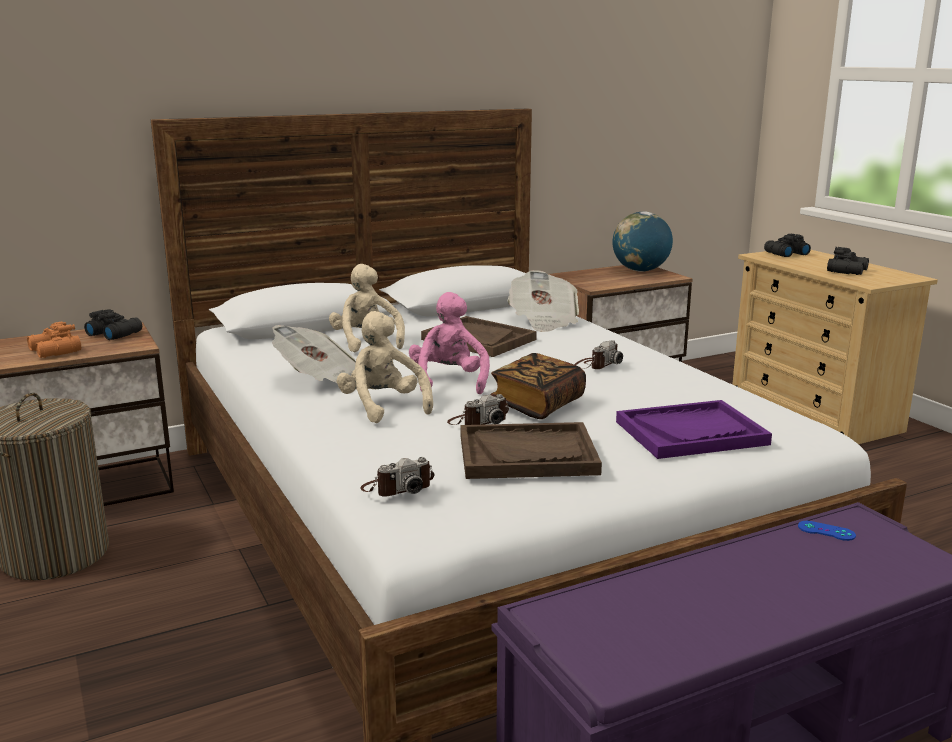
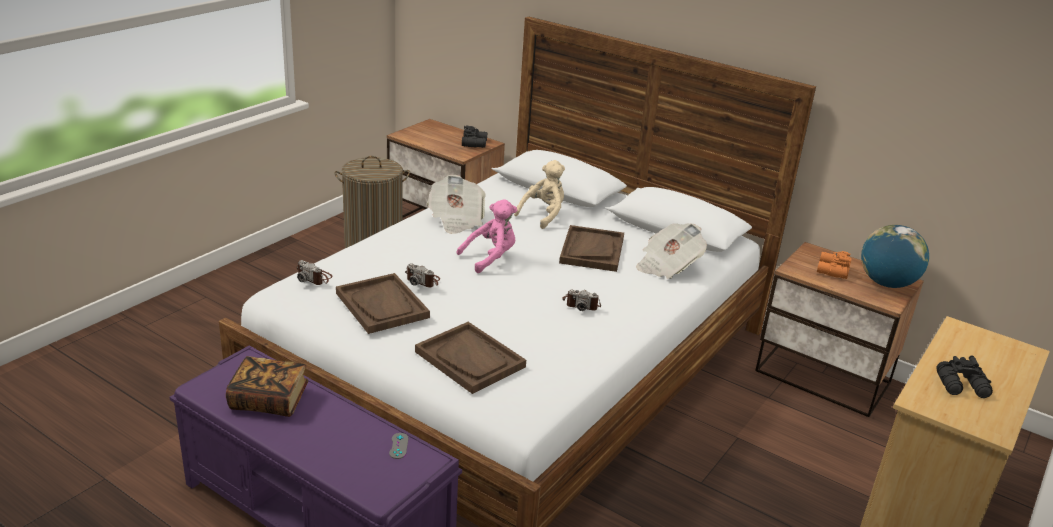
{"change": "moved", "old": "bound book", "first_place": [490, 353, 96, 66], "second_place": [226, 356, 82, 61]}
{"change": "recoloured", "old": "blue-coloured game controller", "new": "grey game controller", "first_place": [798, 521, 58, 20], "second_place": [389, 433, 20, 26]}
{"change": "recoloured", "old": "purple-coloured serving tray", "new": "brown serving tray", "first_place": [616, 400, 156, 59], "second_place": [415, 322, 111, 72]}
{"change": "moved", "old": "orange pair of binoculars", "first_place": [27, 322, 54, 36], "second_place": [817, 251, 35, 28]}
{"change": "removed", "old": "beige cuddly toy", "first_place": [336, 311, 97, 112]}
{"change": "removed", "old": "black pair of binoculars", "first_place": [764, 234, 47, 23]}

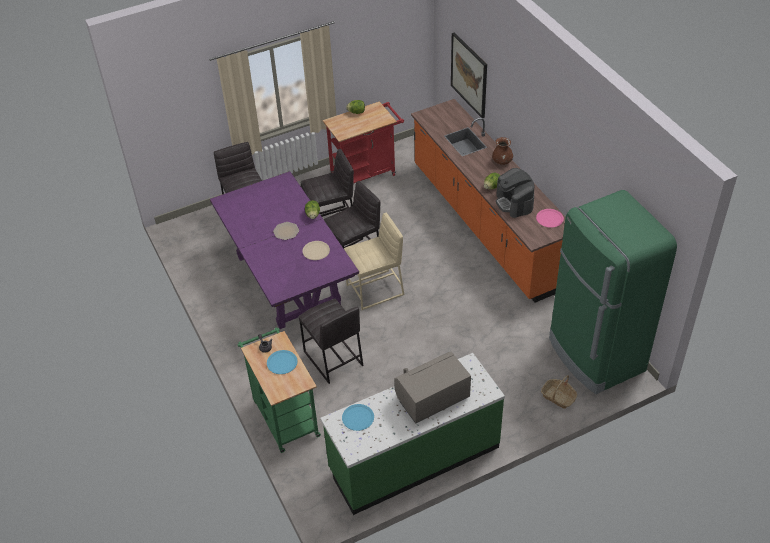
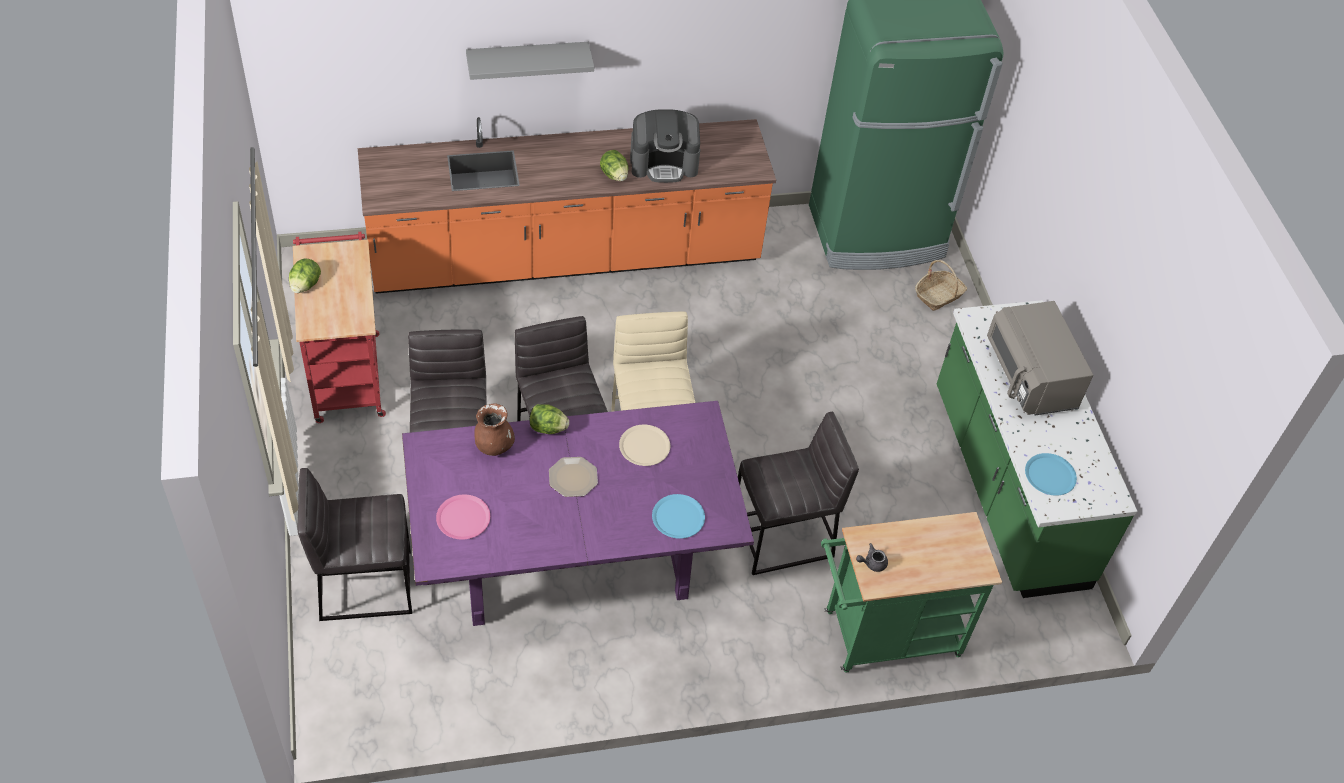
{"change": "moved", "old": "pink flat dish", "first_place": [536, 209, 28, 19], "second_place": [436, 495, 54, 45]}
{"change": "added", "new": "grey wall shelf", "second_place": [466, 42, 128, 38]}
{"change": "moved", "old": "brown vase", "first_place": [492, 137, 21, 28], "second_place": [475, 403, 40, 53]}
{"change": "moved", "old": "blue-coloured flat dish", "first_place": [267, 350, 30, 24], "second_place": [652, 494, 53, 45]}
{"change": "removed", "old": "picture", "first_place": [451, 32, 36, 86]}

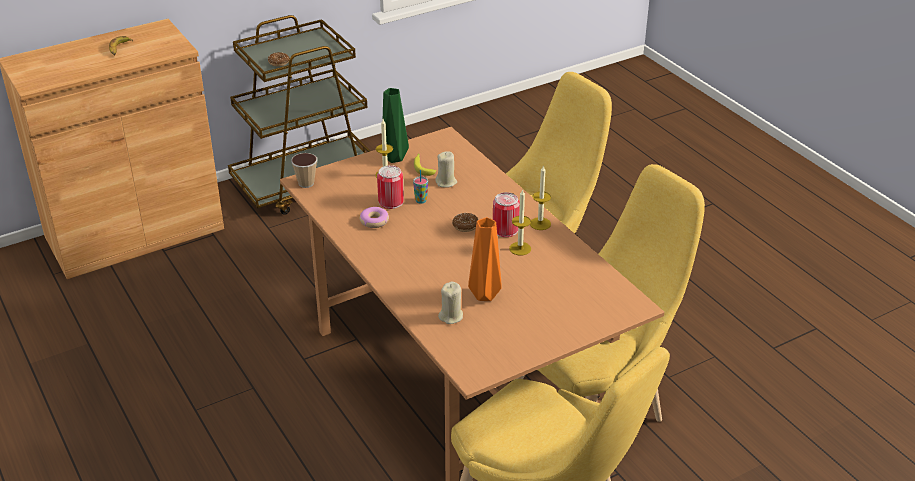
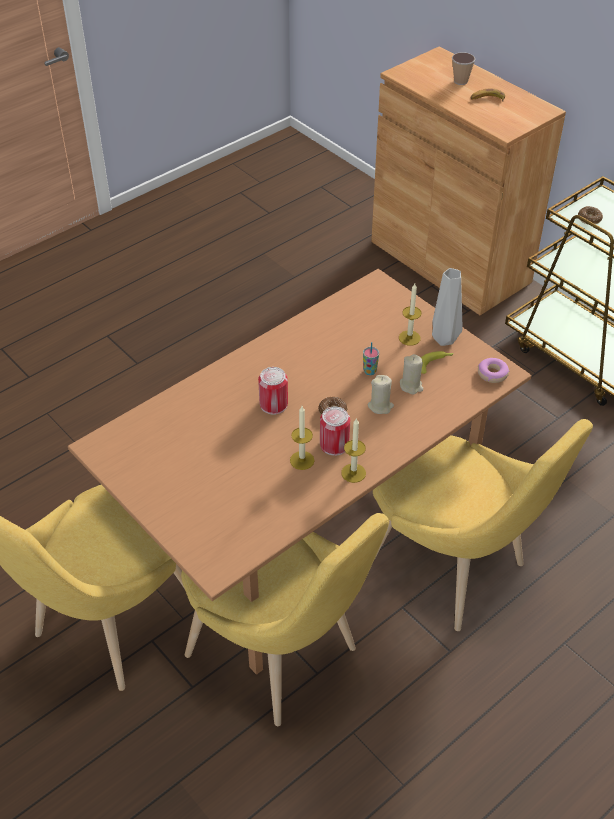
{"change": "moved", "old": "sealed can", "first_place": [377, 165, 27, 44], "second_place": [258, 367, 30, 48]}
{"change": "moved", "old": "beige wax candle", "first_place": [438, 282, 25, 42], "second_place": [368, 375, 26, 39]}
{"change": "recoloured", "old": "green-coloured vase", "new": "grey vase", "first_place": [383, 88, 26, 75], "second_place": [432, 268, 30, 78]}
{"change": "moved", "old": "small cup", "first_place": [291, 153, 26, 35], "second_place": [452, 52, 23, 33]}
{"change": "moved", "old": "donut", "first_place": [360, 207, 29, 21], "second_place": [478, 358, 32, 25]}
{"change": "removed", "old": "orange vase", "first_place": [468, 217, 34, 84]}

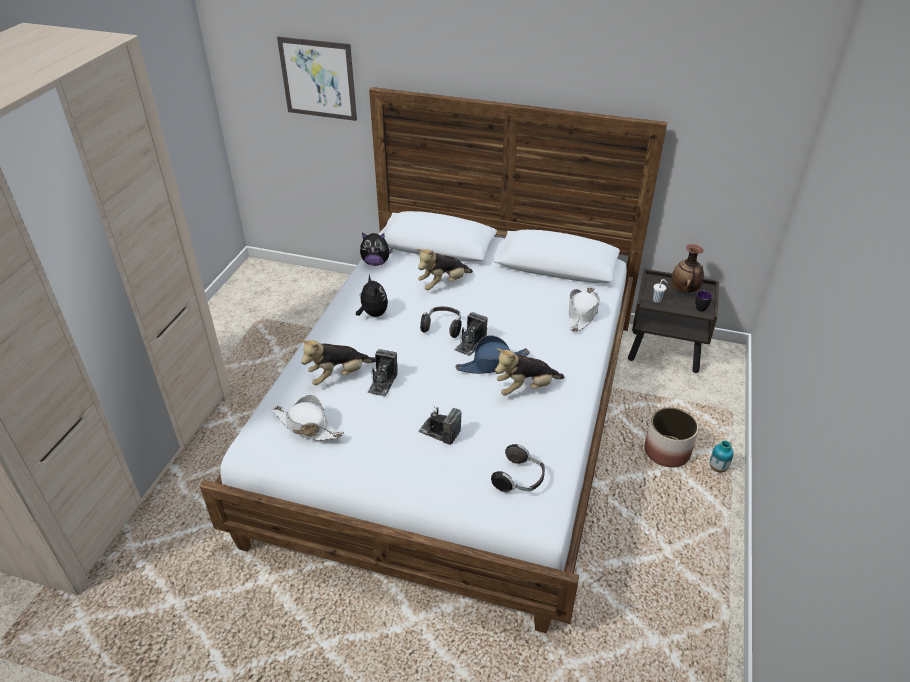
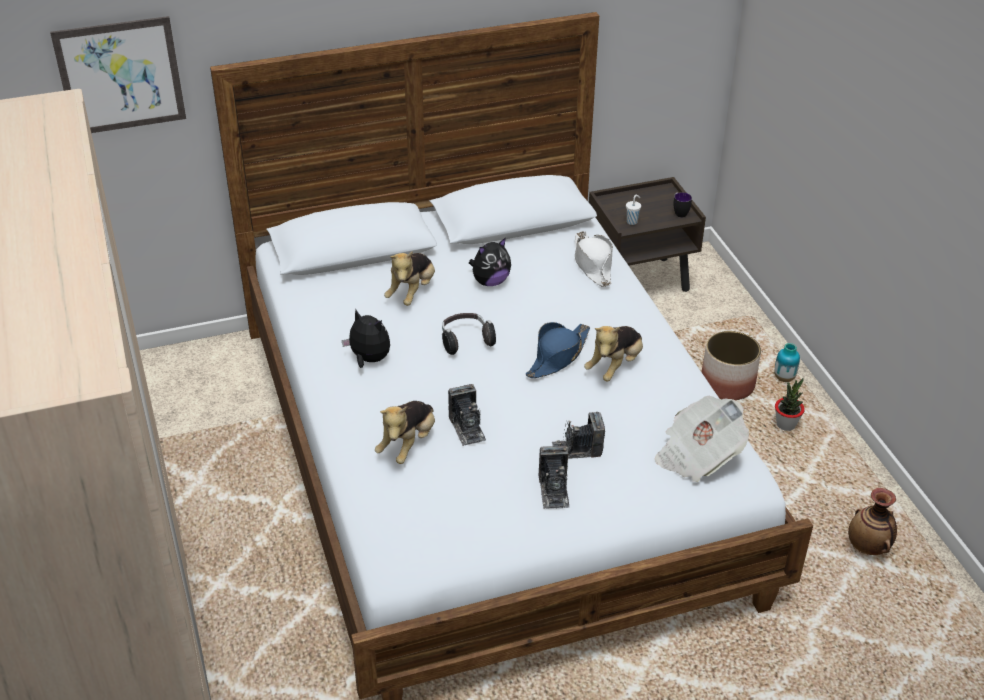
{"change": "moved", "old": "cuddly toy", "first_place": [360, 233, 33, 33], "second_place": [469, 238, 42, 48]}
{"change": "moved", "old": "photo camera", "first_place": [455, 312, 33, 44], "second_place": [539, 446, 31, 63]}
{"change": "replaced", "old": "headset", "new": "newspaper", "first_place": [491, 444, 54, 49], "second_place": [655, 395, 94, 87]}
{"change": "added", "new": "potted plant", "second_place": [775, 378, 30, 53]}
{"change": "moved", "old": "vase", "first_place": [671, 244, 33, 49], "second_place": [848, 488, 49, 67]}
{"change": "removed", "old": "white-coloured wearable hat", "first_place": [272, 395, 72, 46]}

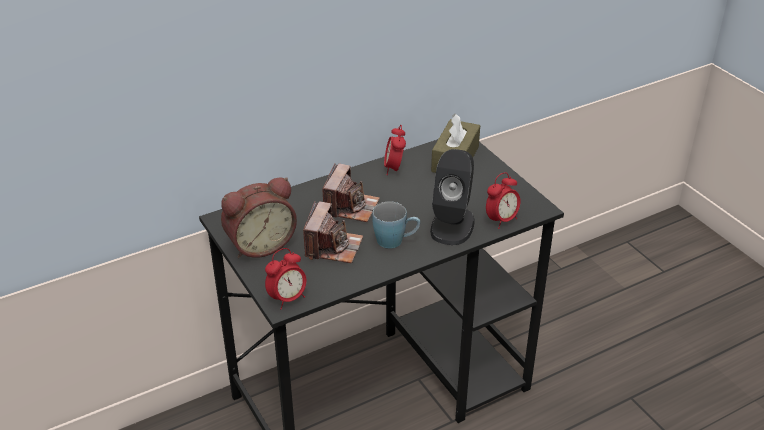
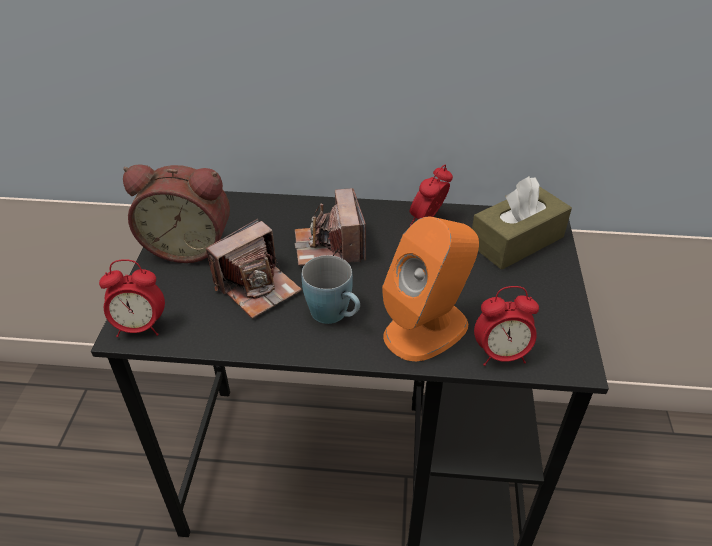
{"change": "turned", "old": "photo camera", "first_place": [323, 164, 57, 58], "second_place": [295, 188, 71, 78], "degrees": 120}
{"change": "recoloured", "old": "black audio speaker", "new": "orange audio speaker", "first_place": [430, 149, 45, 96], "second_place": [382, 217, 97, 145]}

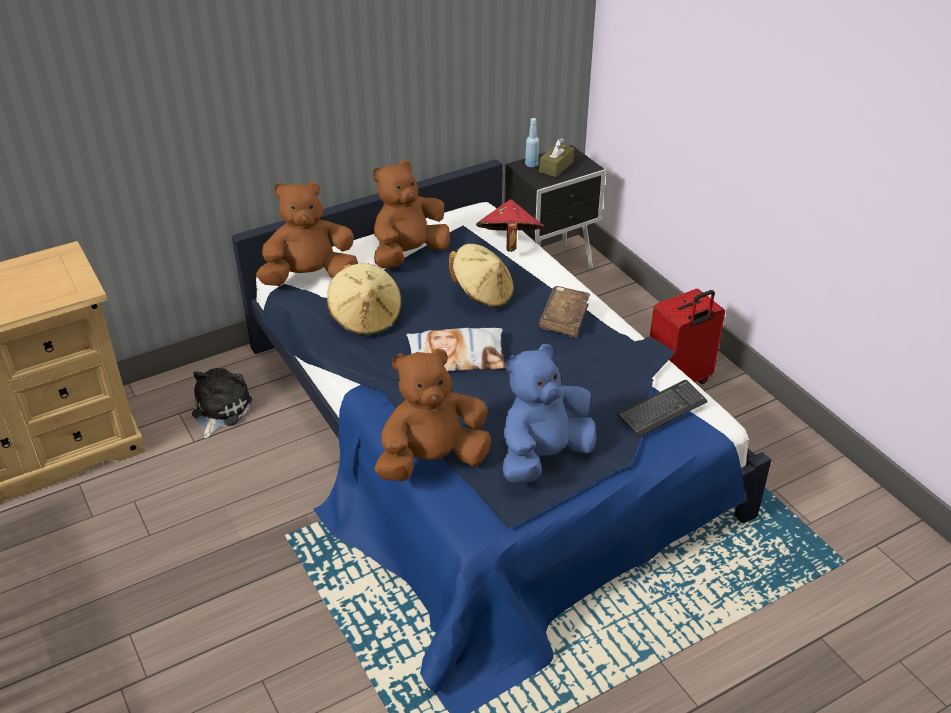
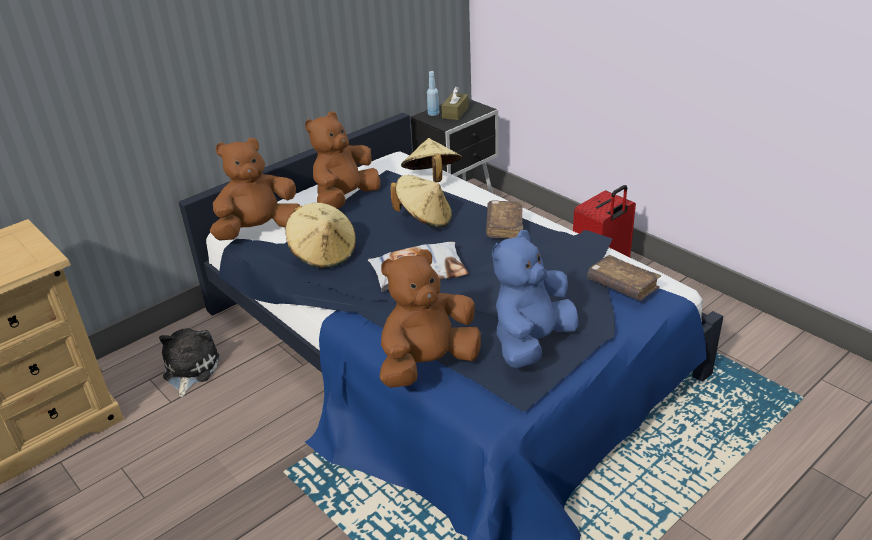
{"change": "recoloured", "old": "red wearable hat", "new": "beige wearable hat", "first_place": [476, 199, 69, 53], "second_place": [401, 138, 61, 44]}
{"change": "replaced", "old": "computer keyboard", "new": "brown bound book", "first_place": [617, 380, 91, 57], "second_place": [587, 255, 74, 46]}

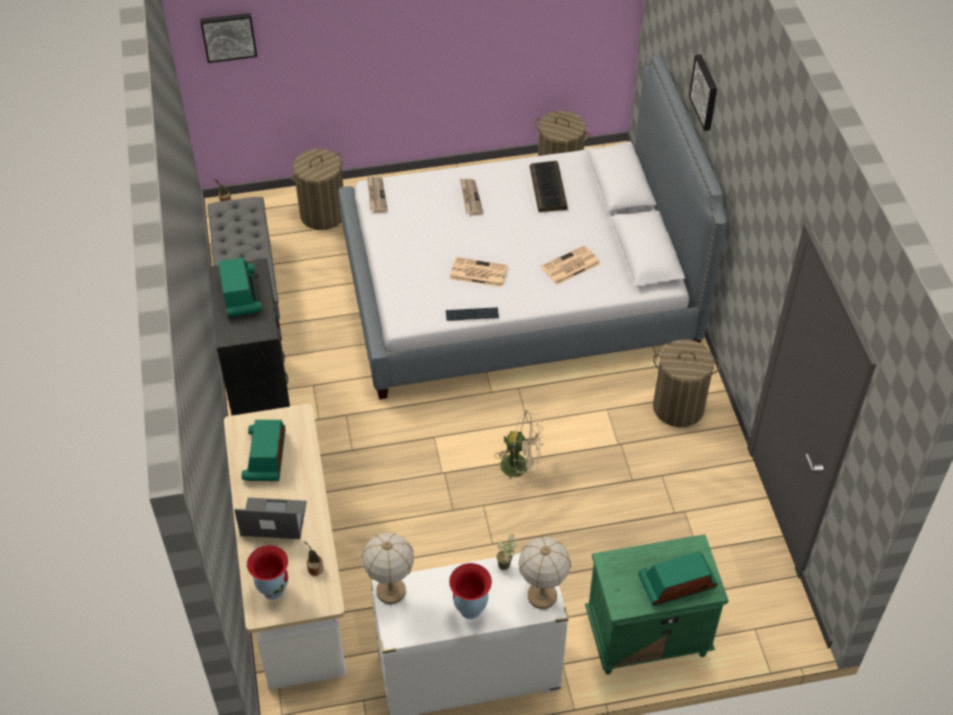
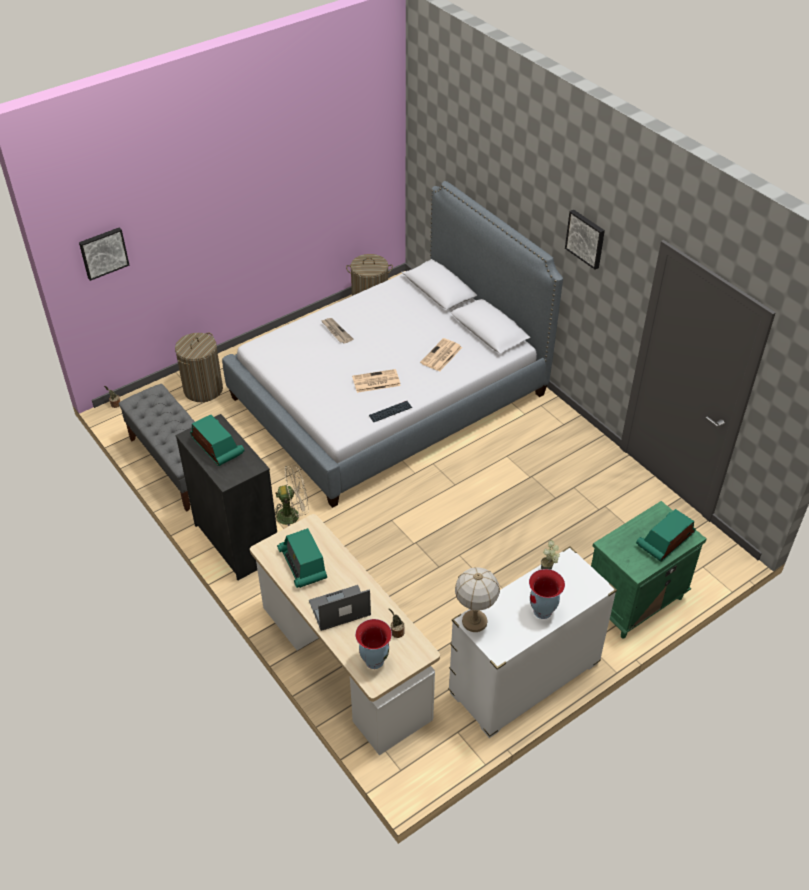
{"change": "moved", "old": "beige fan", "first_place": [494, 411, 50, 76], "second_place": [274, 465, 35, 61]}
{"change": "moved", "old": "picture", "first_place": [689, 54, 28, 77], "second_place": [565, 210, 40, 60]}
{"change": "removed", "old": "newspaper", "first_place": [367, 176, 21, 37]}
{"change": "removed", "old": "table lamp", "first_place": [519, 537, 52, 72]}
{"change": "removed", "old": "computer keyboard", "first_place": [530, 161, 38, 51]}
{"change": "removed", "old": "washing basket", "first_place": [653, 339, 68, 88]}

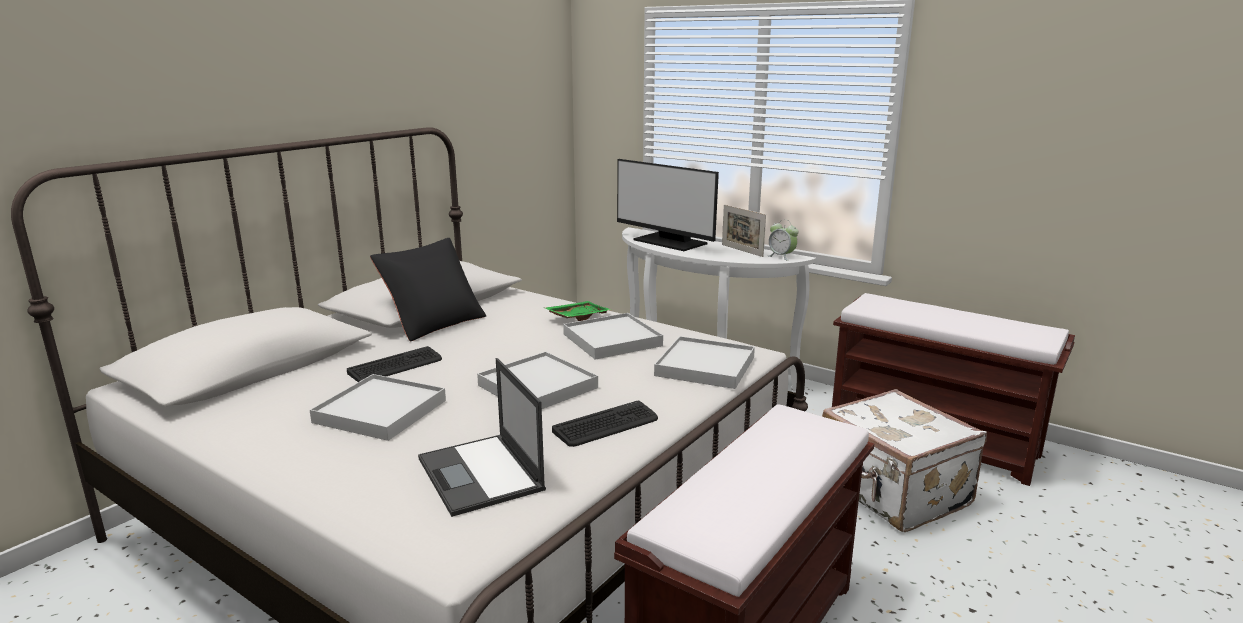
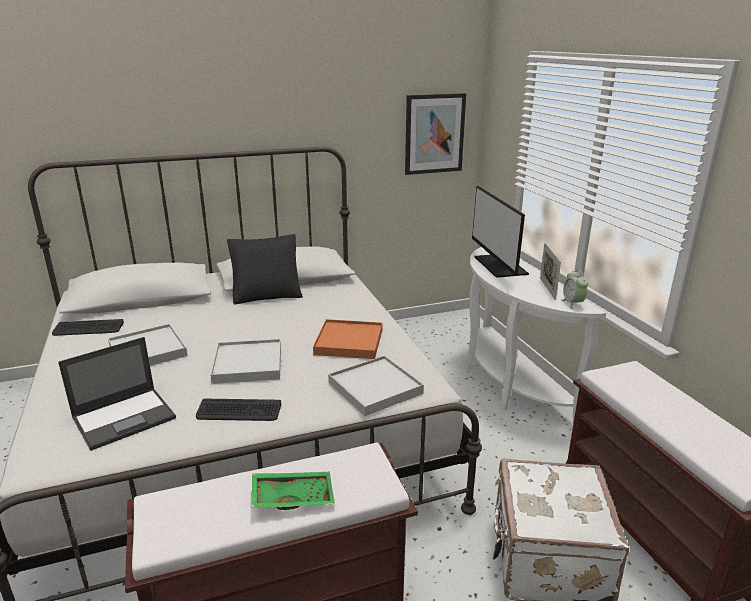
{"change": "moved", "old": "computer keyboard", "first_place": [347, 346, 95, 36], "second_place": [52, 319, 72, 17]}
{"change": "turned", "old": "notebook computer", "first_place": [418, 358, 128, 159], "second_place": [58, 337, 118, 114], "degrees": -135}
{"change": "moved", "old": "green-coloured serving tray", "first_place": [545, 301, 66, 20], "second_place": [252, 472, 83, 38]}
{"change": "recoloured", "old": "white-coloured serving tray", "new": "orange serving tray", "first_place": [563, 313, 100, 47], "second_place": [313, 319, 70, 40]}
{"change": "added", "new": "picture", "second_place": [405, 93, 61, 82]}

